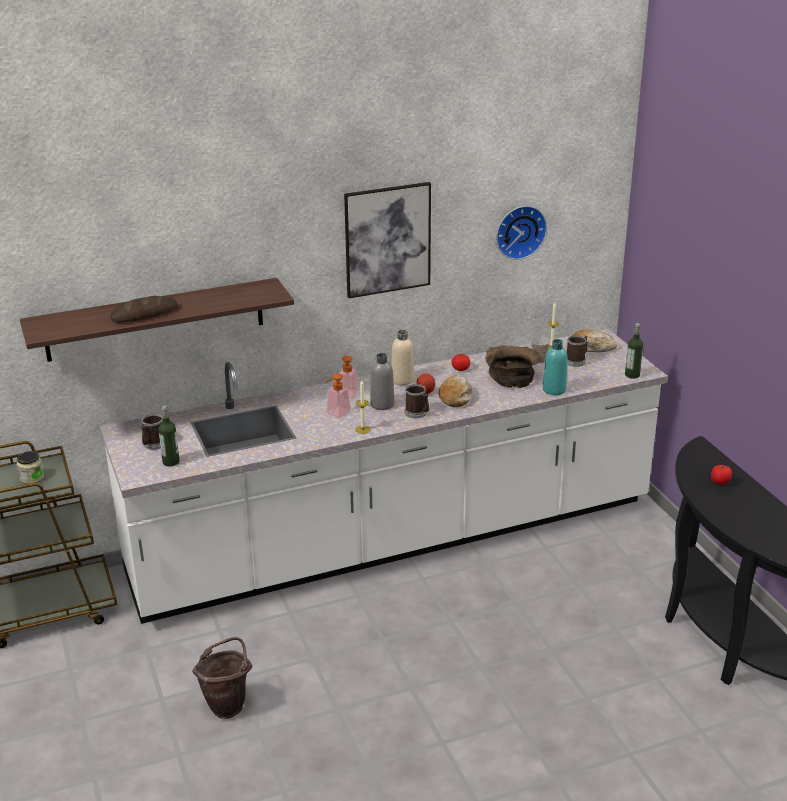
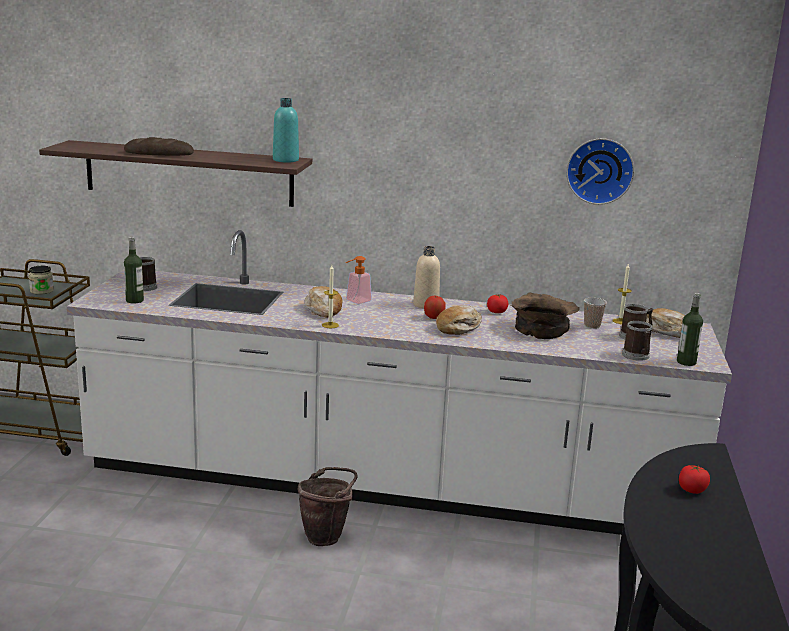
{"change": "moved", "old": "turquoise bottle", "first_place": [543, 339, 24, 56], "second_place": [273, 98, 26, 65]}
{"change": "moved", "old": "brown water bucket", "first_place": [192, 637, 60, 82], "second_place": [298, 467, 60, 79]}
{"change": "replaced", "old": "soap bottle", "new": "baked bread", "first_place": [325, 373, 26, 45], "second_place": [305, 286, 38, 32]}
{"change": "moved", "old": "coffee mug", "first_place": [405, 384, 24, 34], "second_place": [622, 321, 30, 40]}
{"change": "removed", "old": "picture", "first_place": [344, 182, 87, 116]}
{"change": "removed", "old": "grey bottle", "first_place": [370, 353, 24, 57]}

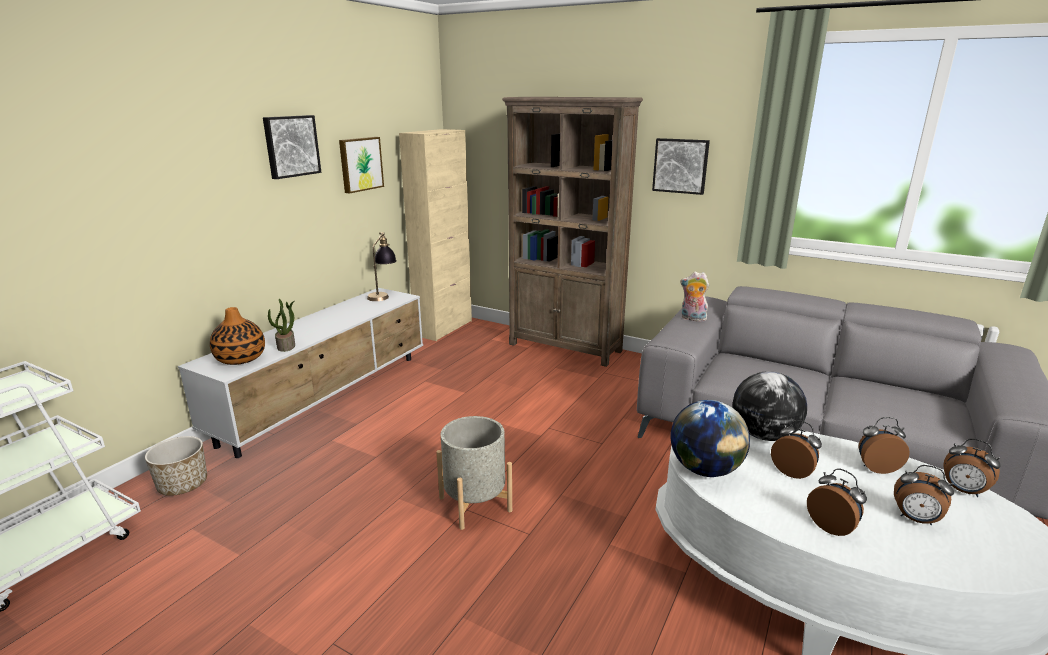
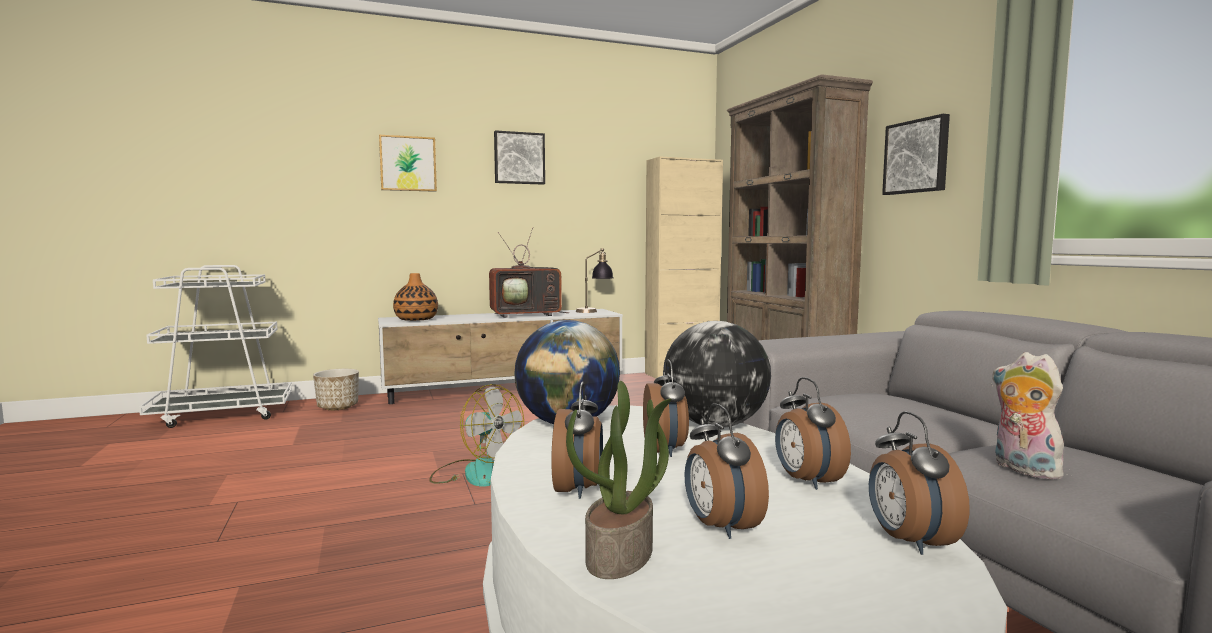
{"change": "moved", "old": "picture", "first_place": [339, 137, 45, 57], "second_place": [379, 135, 58, 57]}
{"change": "replaced", "old": "grey flower pot", "new": "fan", "first_place": [436, 416, 76, 114], "second_place": [429, 384, 95, 103]}
{"change": "added", "new": "TV", "second_place": [489, 227, 80, 91]}
{"change": "moved", "old": "potted plant", "first_place": [268, 299, 27, 53], "second_place": [566, 381, 105, 198]}
{"change": "turned", "old": "bedside clock", "first_place": [858, 417, 52, 57], "second_place": [775, 377, 76, 113], "degrees": -150}
{"change": "moved", "old": "cuddly toy", "first_place": [680, 272, 29, 50], "second_place": [992, 352, 75, 127]}

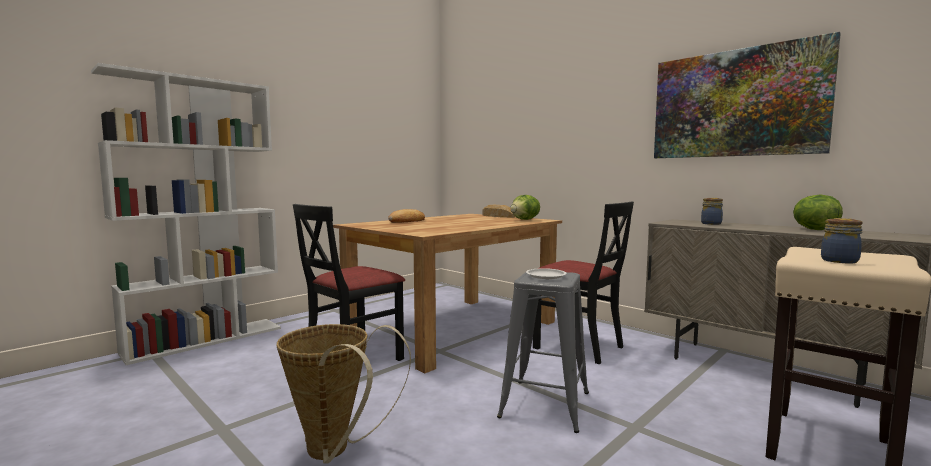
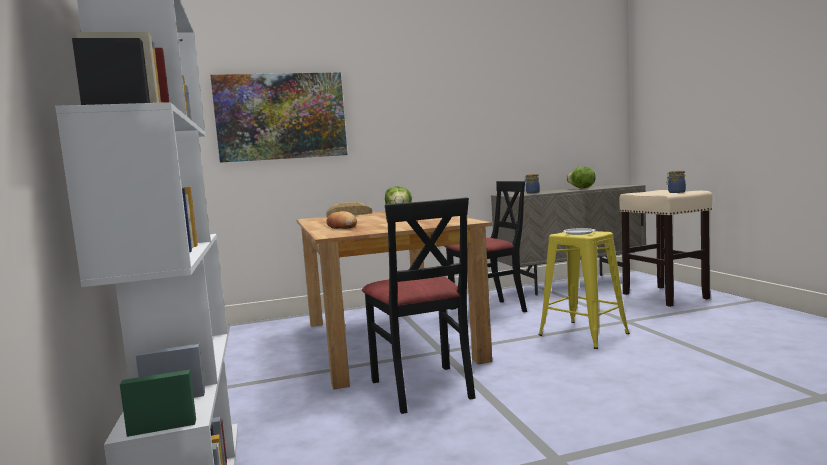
{"change": "moved", "old": "picture", "first_place": [654, 32, 187, 126], "second_place": [210, 72, 137, 91]}
{"change": "recoloured", "old": "grey stool seat", "new": "yellowish stool seat", "first_place": [497, 272, 92, 161], "second_place": [538, 231, 92, 118]}
{"change": "removed", "old": "household basket", "first_place": [276, 324, 135, 139]}

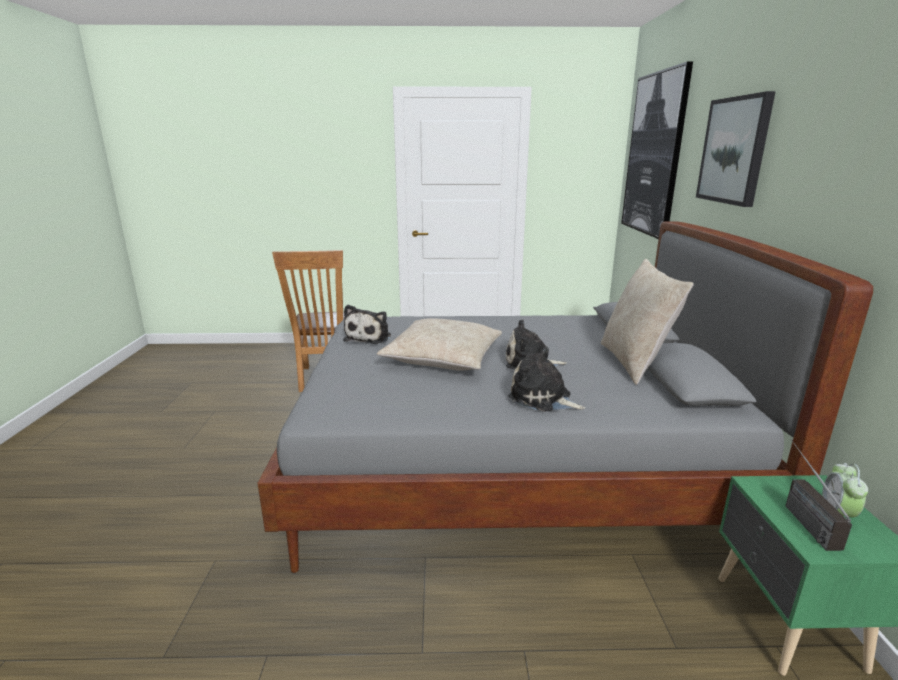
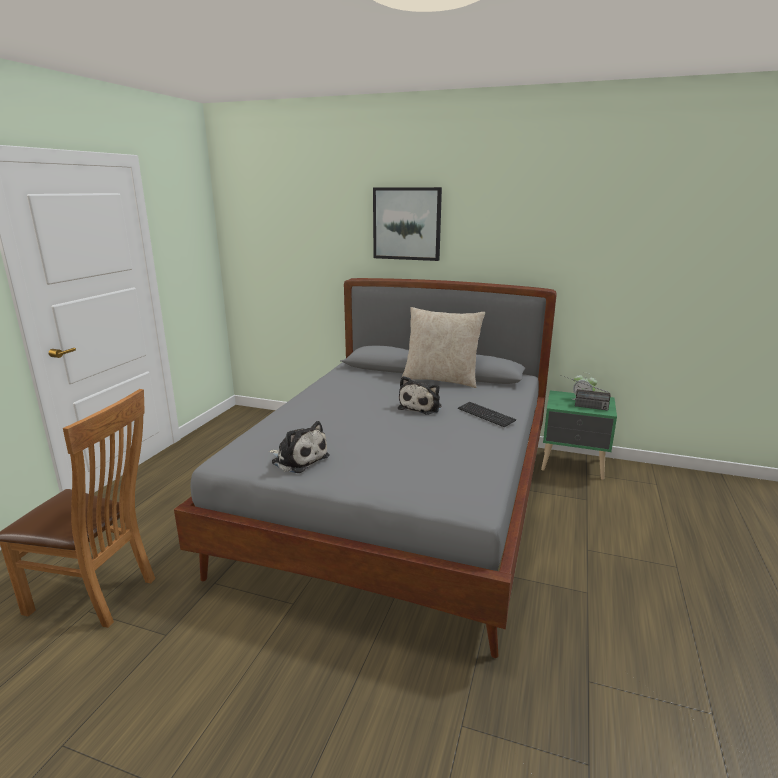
{"change": "replaced", "old": "cuddly toy", "new": "computer keyboard", "first_place": [508, 347, 78, 65], "second_place": [458, 402, 59, 25]}
{"change": "removed", "old": "beige pillow", "first_place": [377, 318, 125, 53]}
{"change": "removed", "old": "picture", "first_place": [621, 61, 72, 178]}

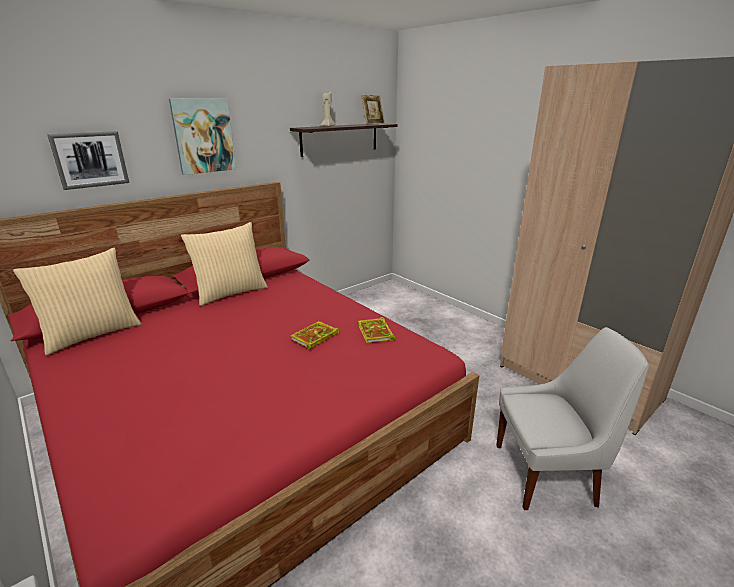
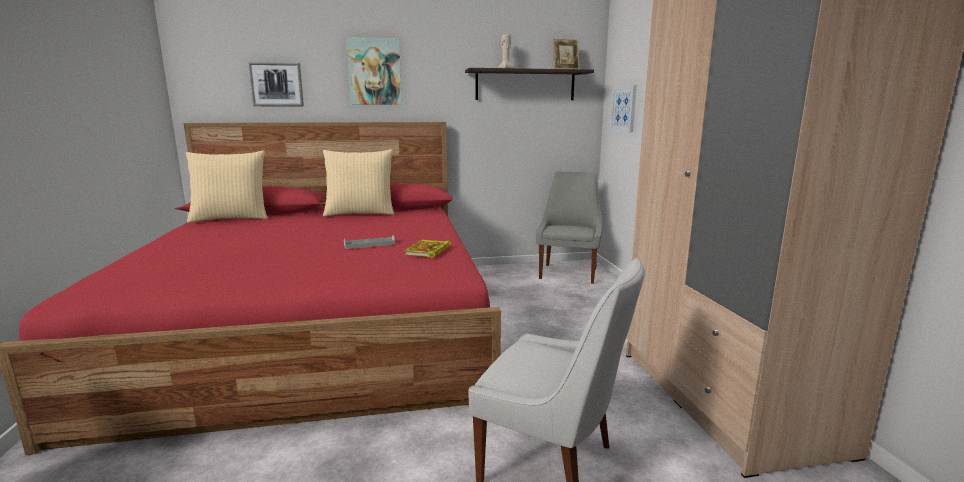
{"change": "replaced", "old": "bound book", "new": "grey serving tray", "first_place": [291, 321, 49, 28], "second_place": [344, 235, 51, 14]}
{"change": "added", "new": "grey plain chair", "second_place": [536, 172, 66, 112]}
{"change": "added", "new": "picture", "second_place": [610, 85, 27, 48]}

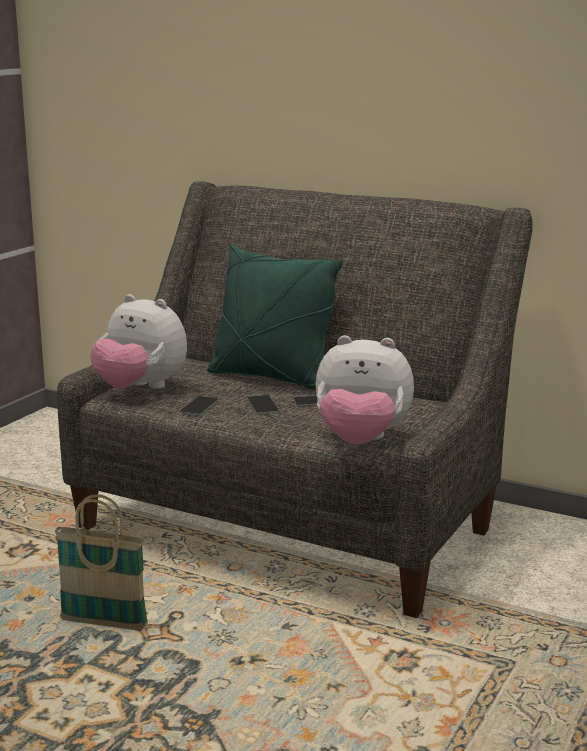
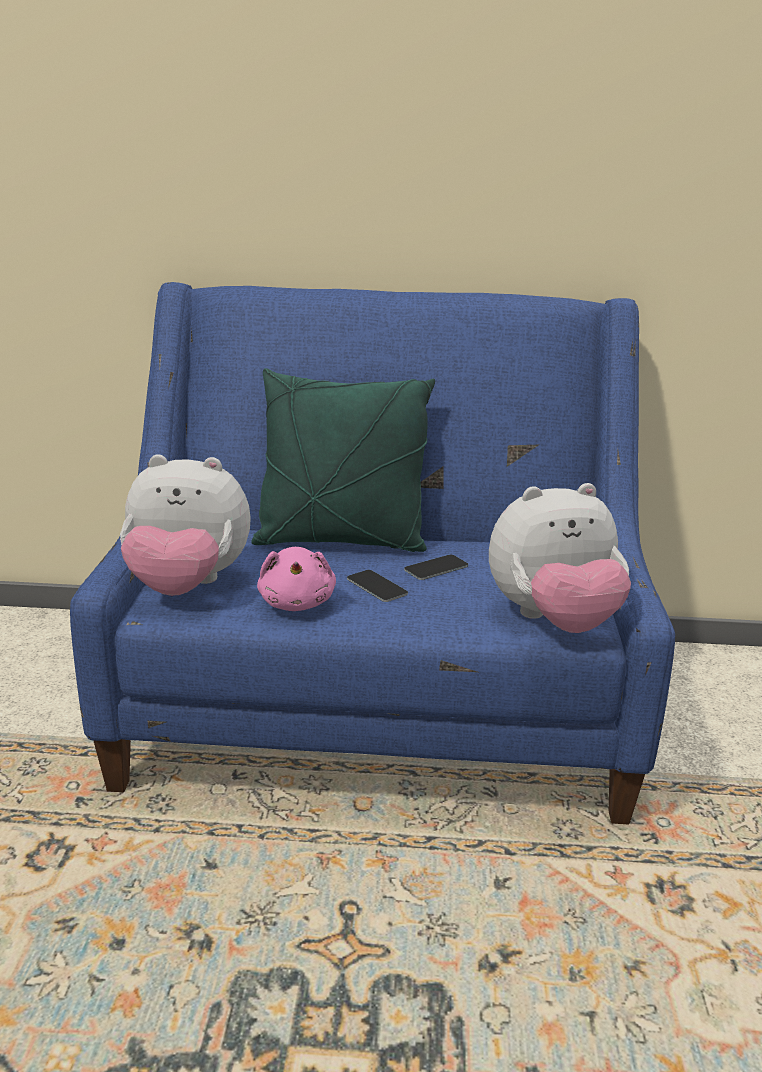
{"change": "recoloured", "old": "grey sofa", "new": "blue-coloured sofa", "first_place": [57, 181, 476, 437], "second_place": [70, 282, 605, 543]}
{"change": "replaced", "old": "telephone", "new": "pink cuddly toy", "first_place": [180, 396, 38, 19], "second_place": [257, 547, 79, 64]}
{"change": "removed", "old": "household basket", "first_place": [55, 494, 93, 137]}

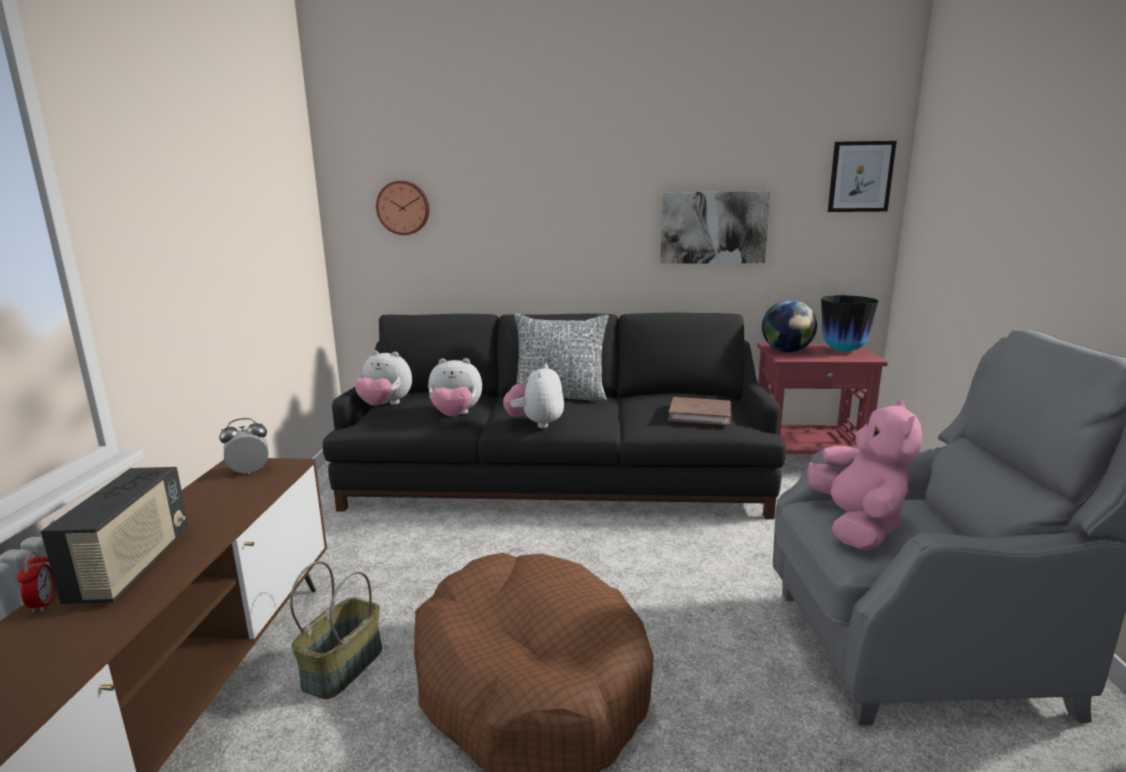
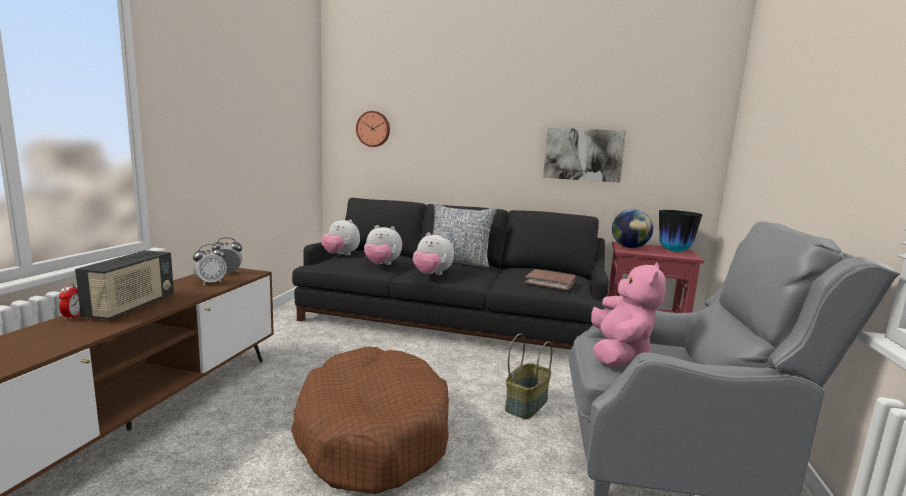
{"change": "added", "new": "bedside clock", "second_place": [193, 244, 34, 41]}
{"change": "turned", "old": "cuddly toy", "first_place": [503, 364, 61, 64], "second_place": [413, 232, 41, 43], "degrees": -90}
{"change": "moved", "old": "household basket", "first_place": [290, 561, 92, 138], "second_place": [505, 334, 48, 85]}
{"change": "removed", "old": "picture", "first_place": [828, 141, 69, 71]}

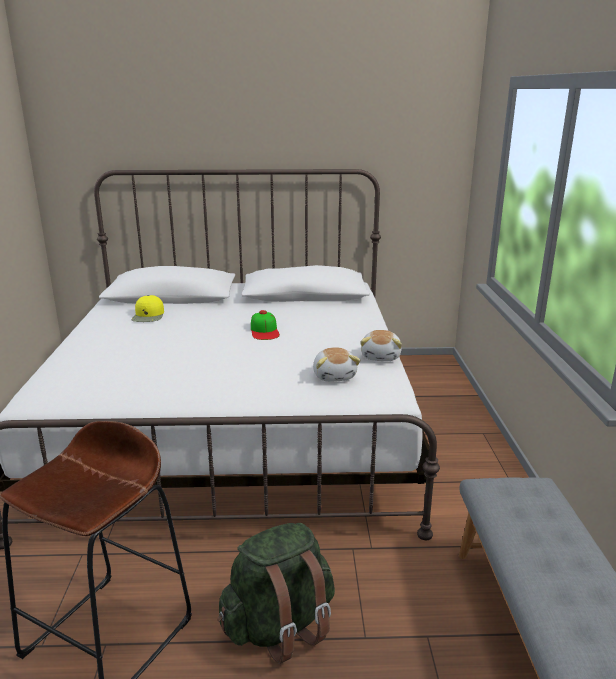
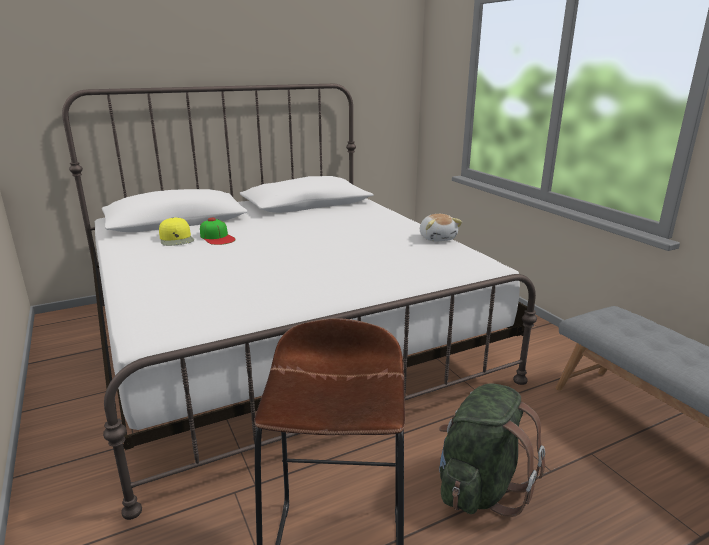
{"change": "moved", "old": "baseball cap", "first_place": [251, 310, 29, 30], "second_place": [200, 218, 36, 27]}
{"change": "removed", "old": "cuddly toy", "first_place": [313, 347, 48, 35]}

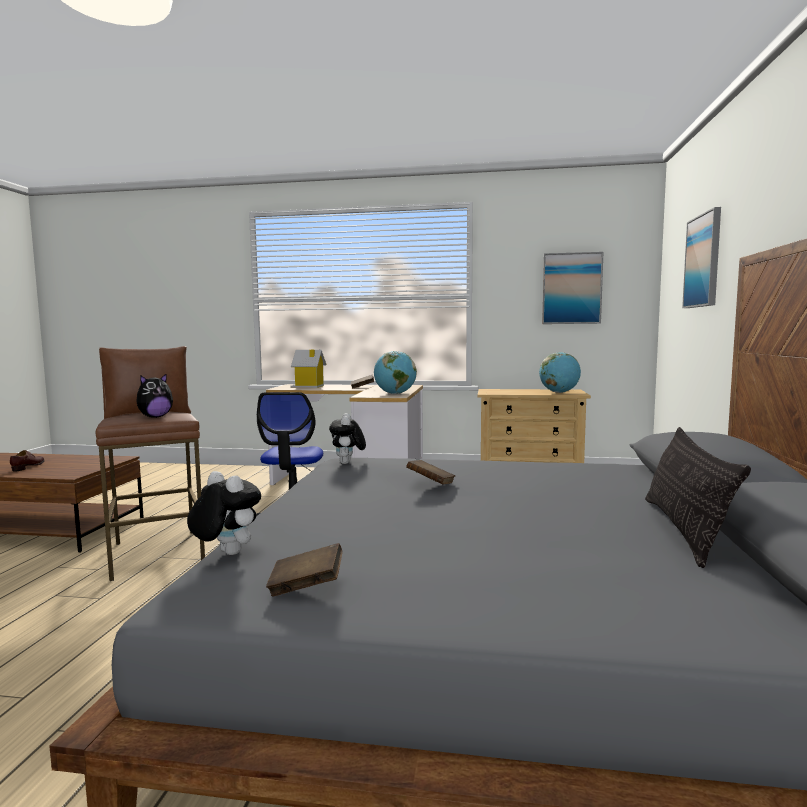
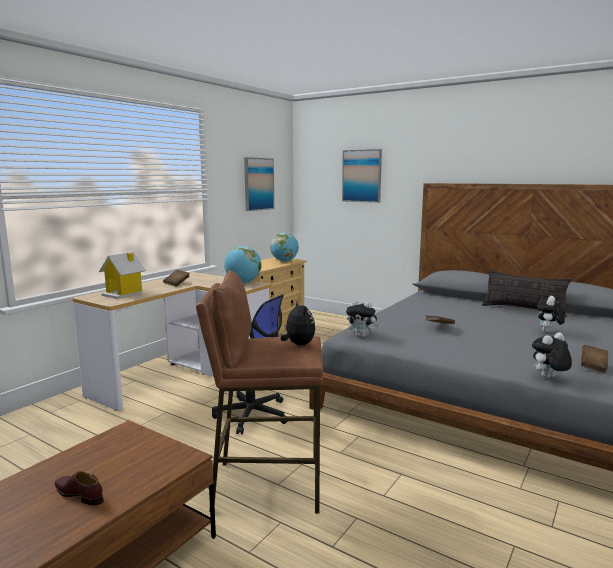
{"change": "added", "new": "cuddly toy", "second_place": [537, 296, 28, 36]}

